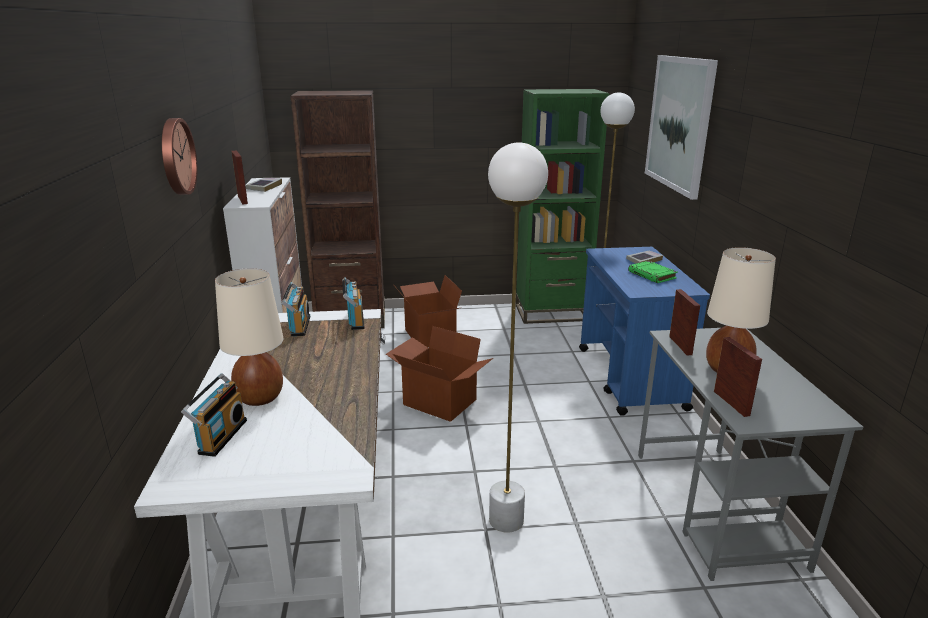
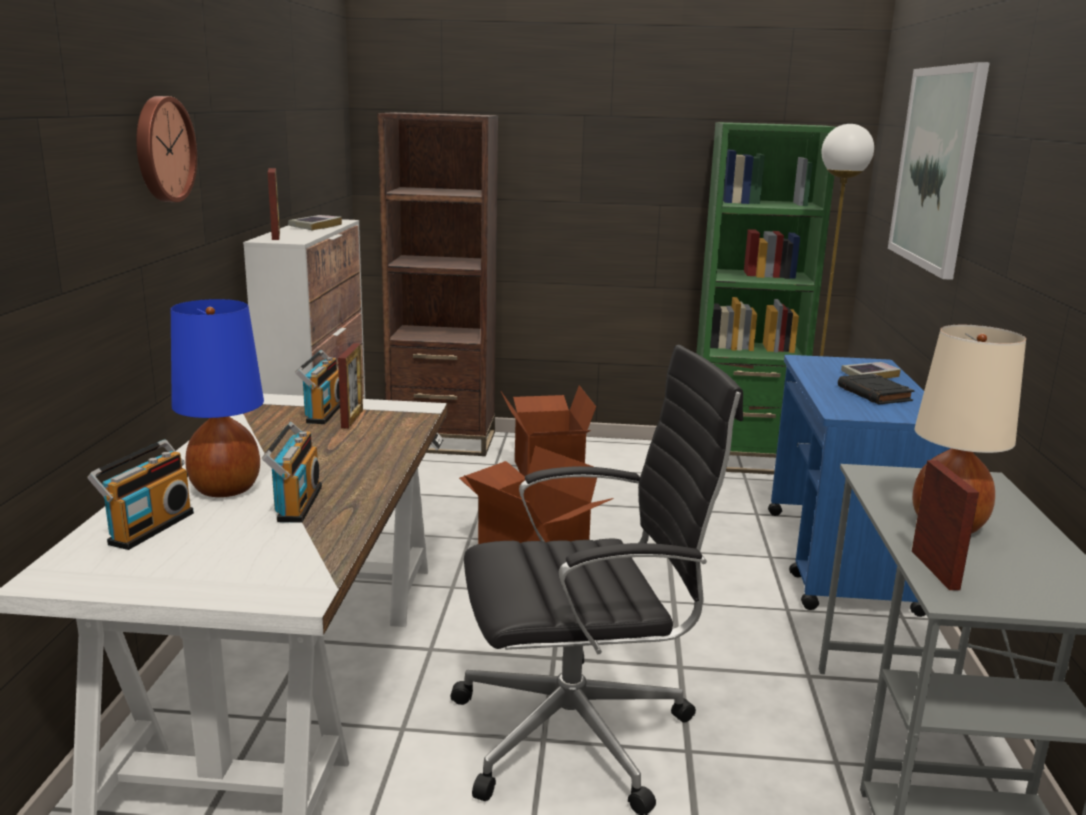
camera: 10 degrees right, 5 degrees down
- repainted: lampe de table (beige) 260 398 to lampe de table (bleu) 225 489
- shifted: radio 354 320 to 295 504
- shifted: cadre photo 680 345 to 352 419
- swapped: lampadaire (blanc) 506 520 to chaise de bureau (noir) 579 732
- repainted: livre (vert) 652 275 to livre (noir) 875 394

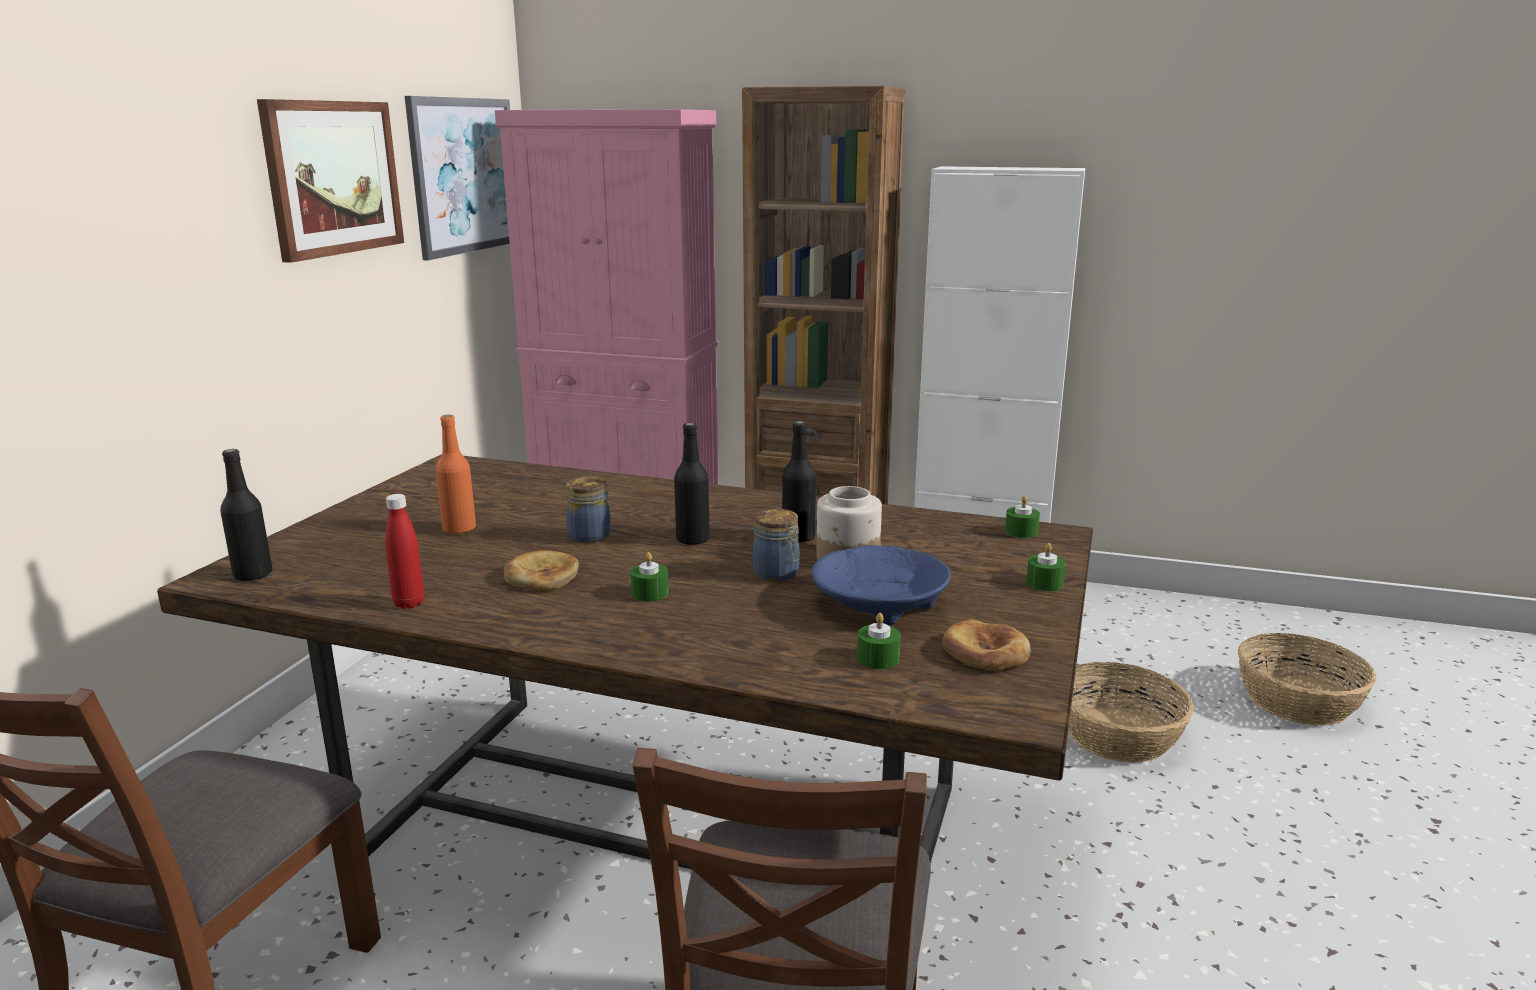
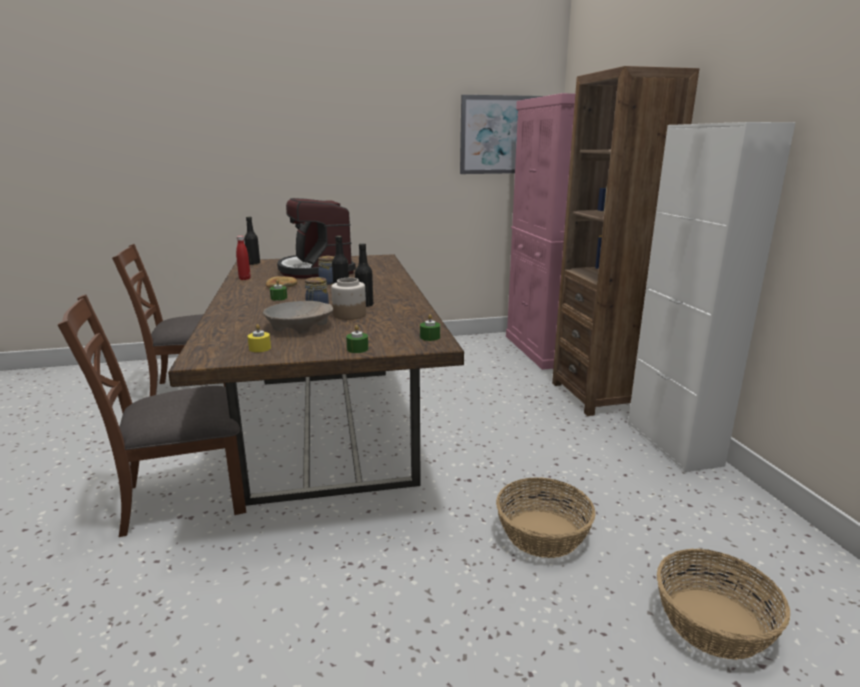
camera: 60 degrees right, 0 degrees up
- swapped: pain 985 652 to bougie (jaune) 260 348
- repainted: bol (bleu) 879 604 to bol (beige) 299 326
- swapped: bouteille (orange) 459 529 to machine à café 316 270
- gone: tableau 333 178
- gone: bougie (vert) 878 658

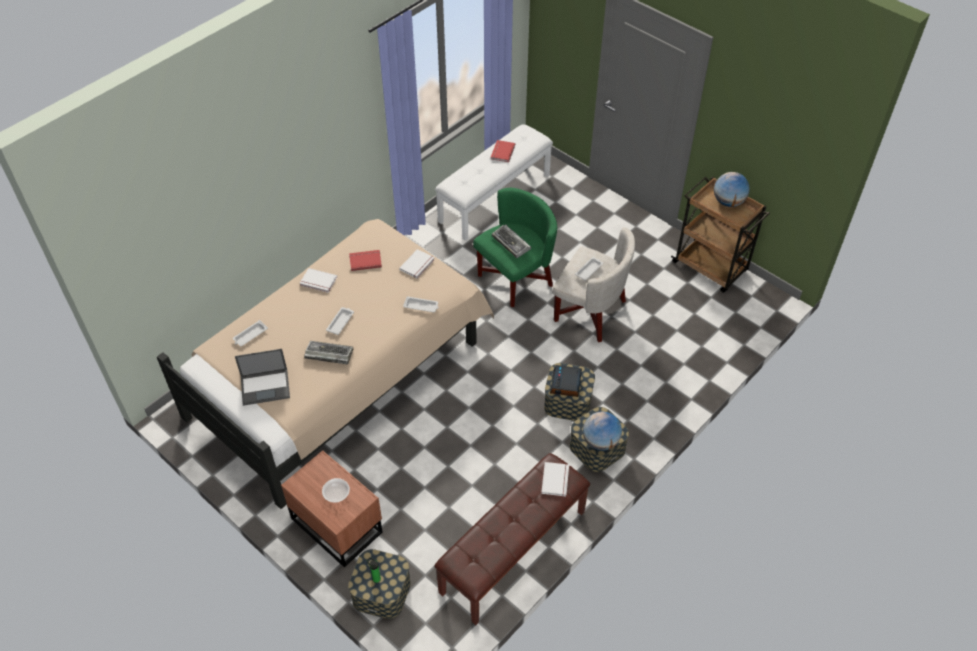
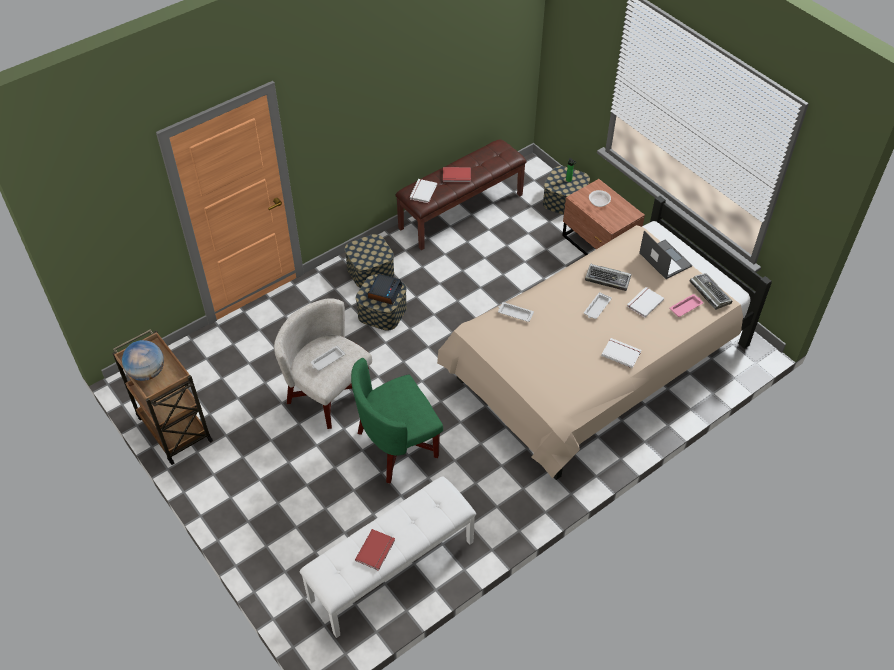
camera: 170 degrees left, 0 degrees up
- shifted: livre (rouge) 365 260 to 456 176
- shifted: livre (blanc) 418 265 to 644 303
- rotated: ordinateur portable 266 387 = 664 259 60 degrees clockwise
- repainted: plateau (blanc) 250 335 to plateau (rose) 686 307
- shifted: clavier 511 243 to 709 293
- gone: globe 600 442

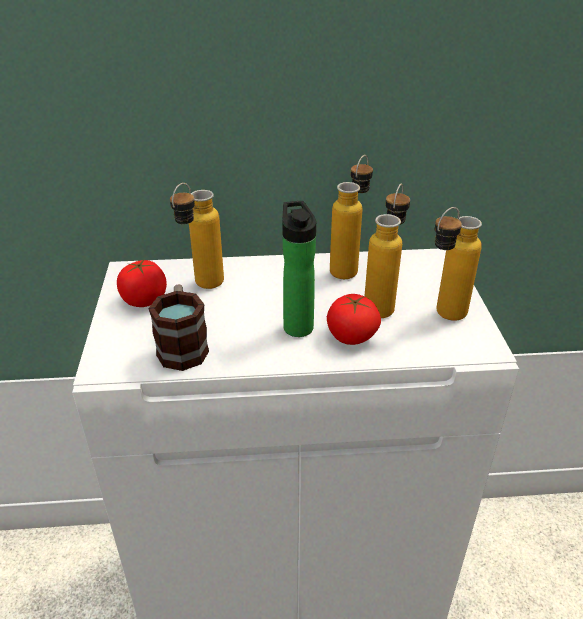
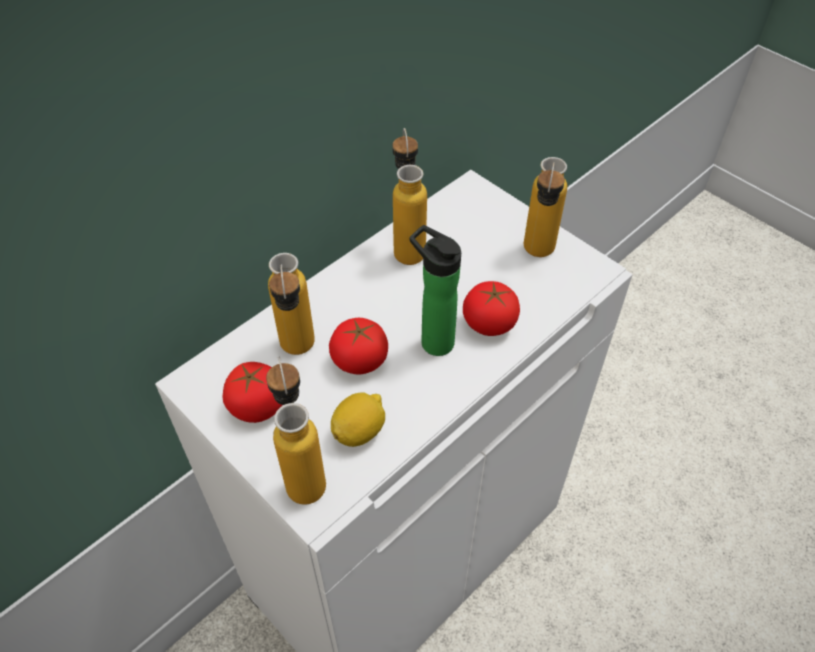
camera: 40 degrees left, 15 degrees up
- shifted: bouteille 382 303 to 303 473
- new: tomate 359 360
- swapped: mug 183 345 to citron 359 431

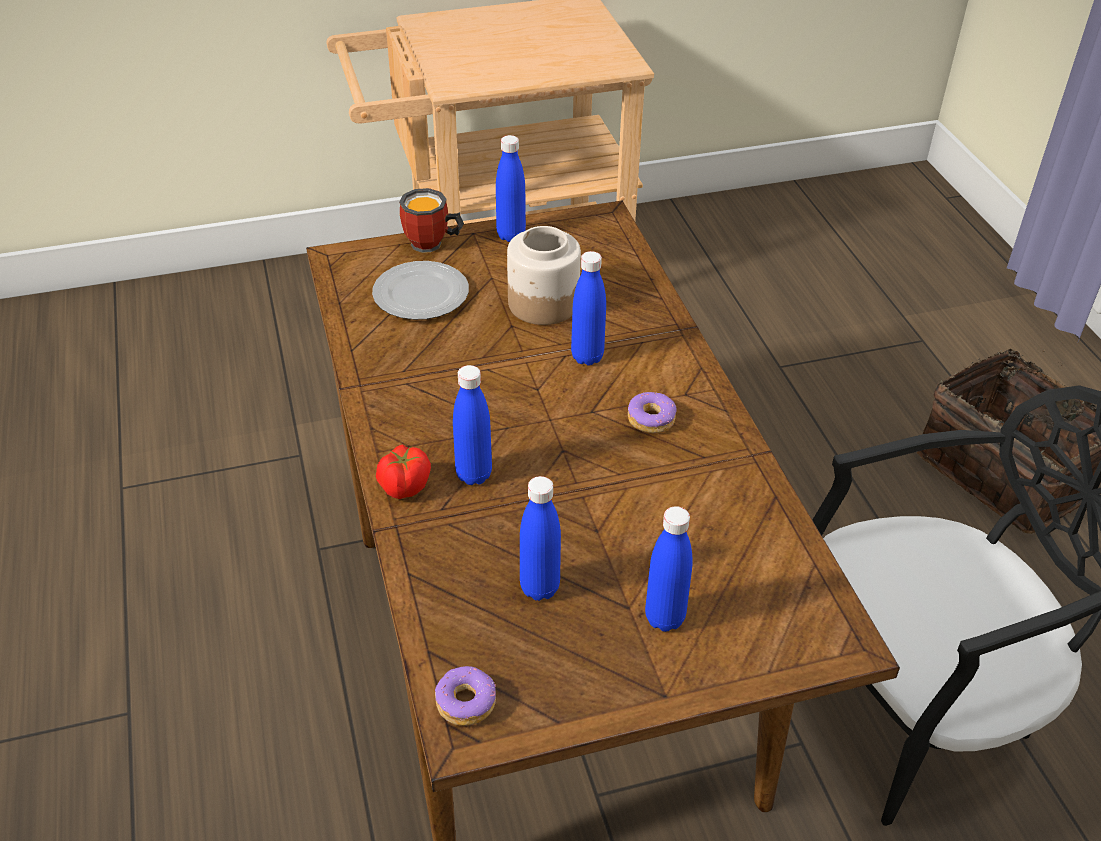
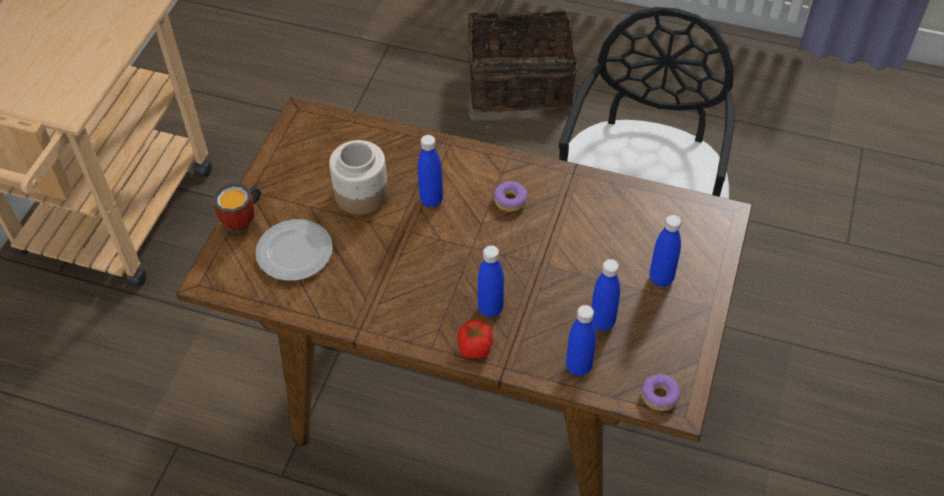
camera: 55 degrees left, 10 degrees up
- shifted: bouteille (bleu) 511 235 to 578 366

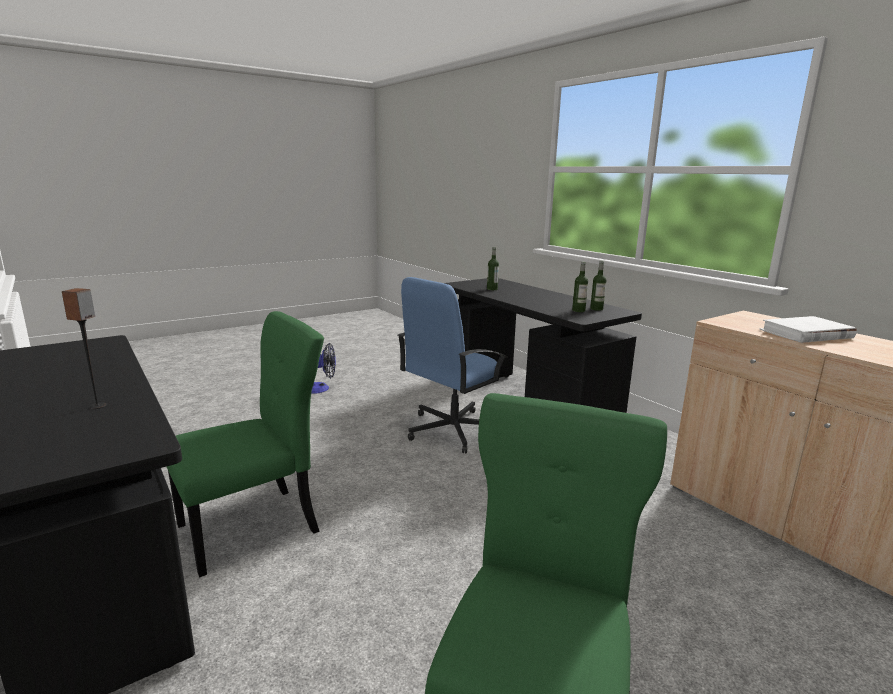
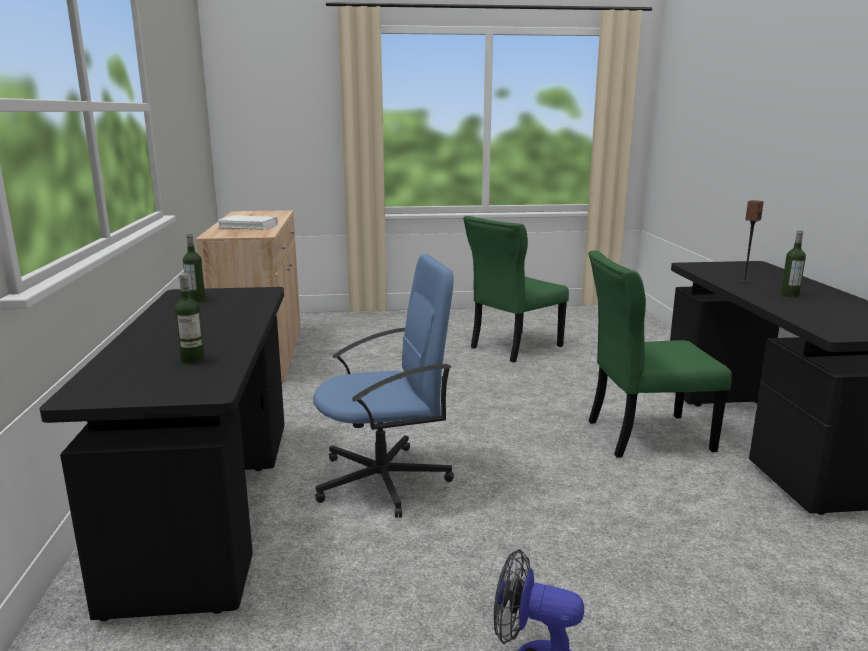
camera: 150 degrees left, 0 degrees up
- shifted: bouteille 578 310 to 789 295

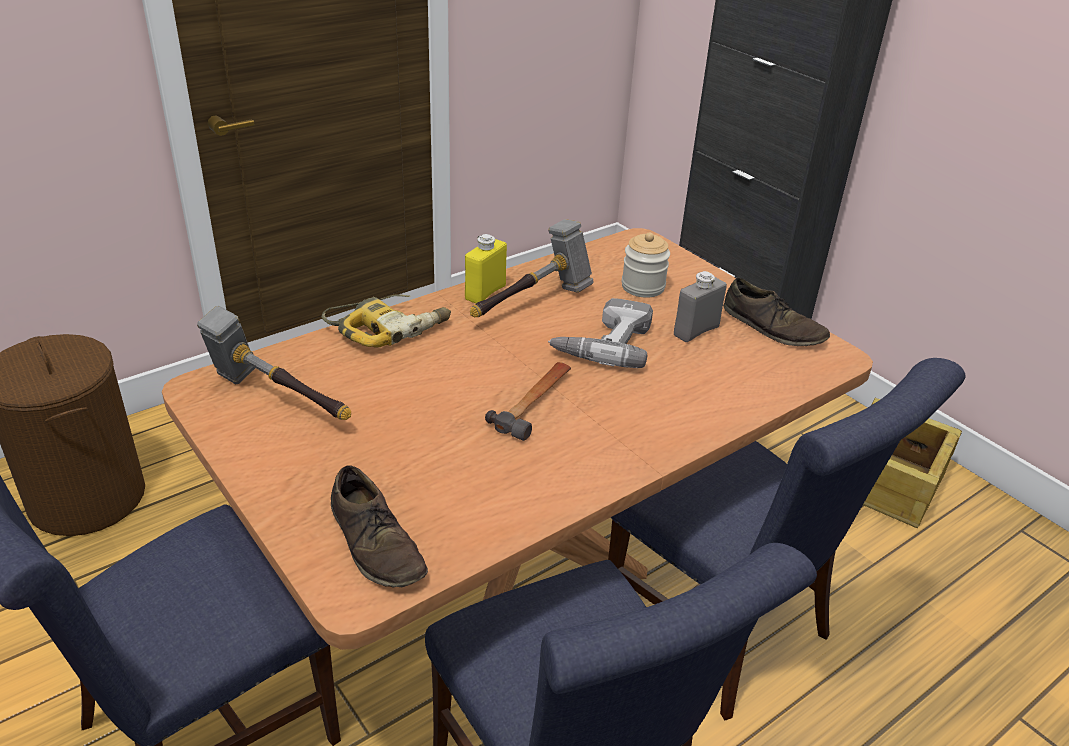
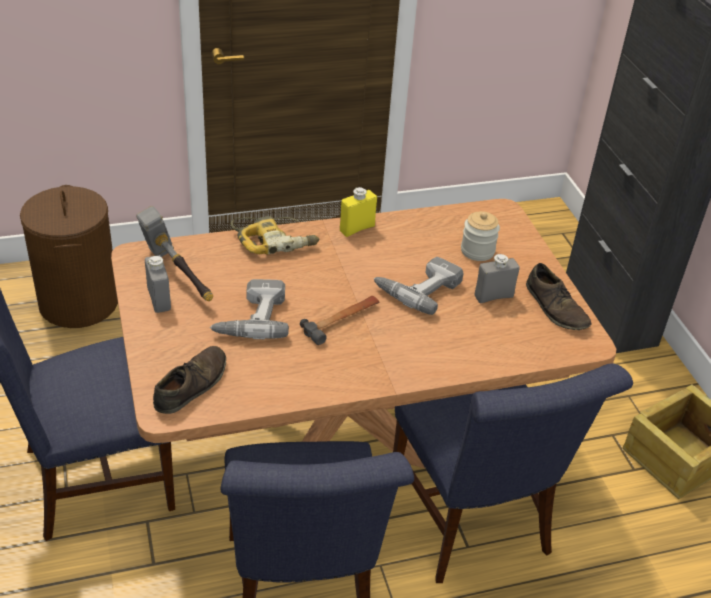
camera: 20 degrees right, 5 degrees up
- new: bouteille (gris) 159 299
- rotated: chaussure (marron) 376 543 = 191 385 135 degrees counterclockwise
- new: perceuse 251 317
- gone: marteau 533 304

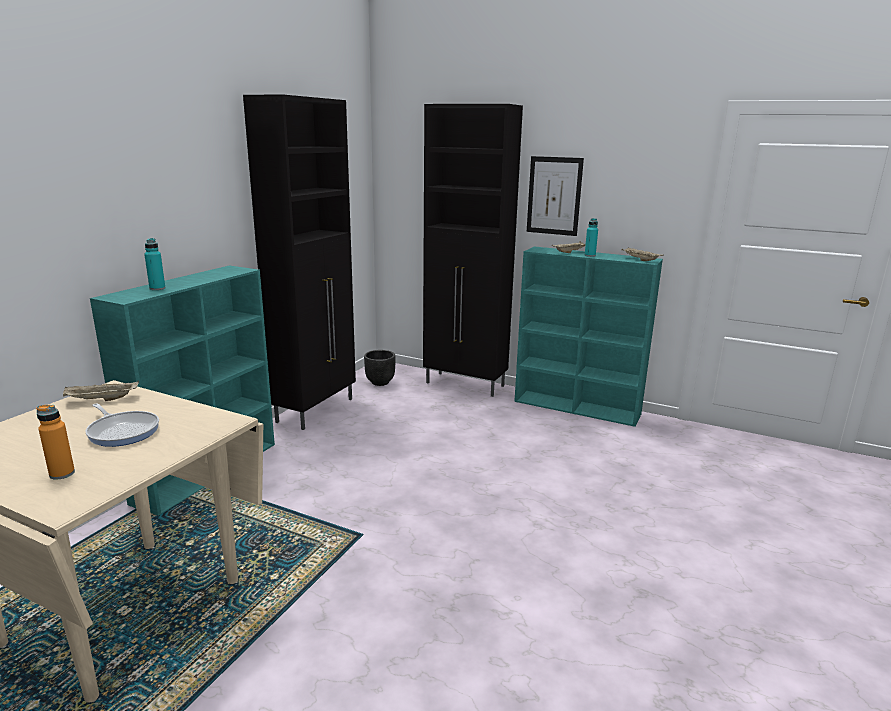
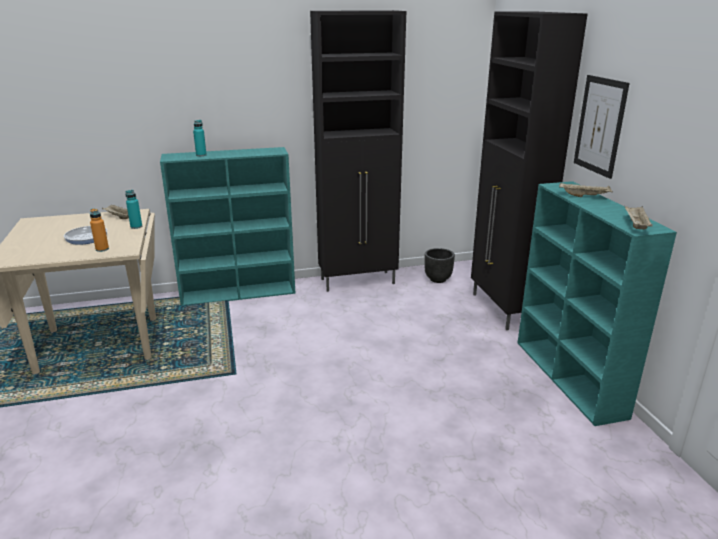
camera: 50 degrees right, 5 degrees up
- shifted: bouteille (orange) 62 474 to 102 249
- shifted: bouteille (turquoise) 590 255 to 136 227

